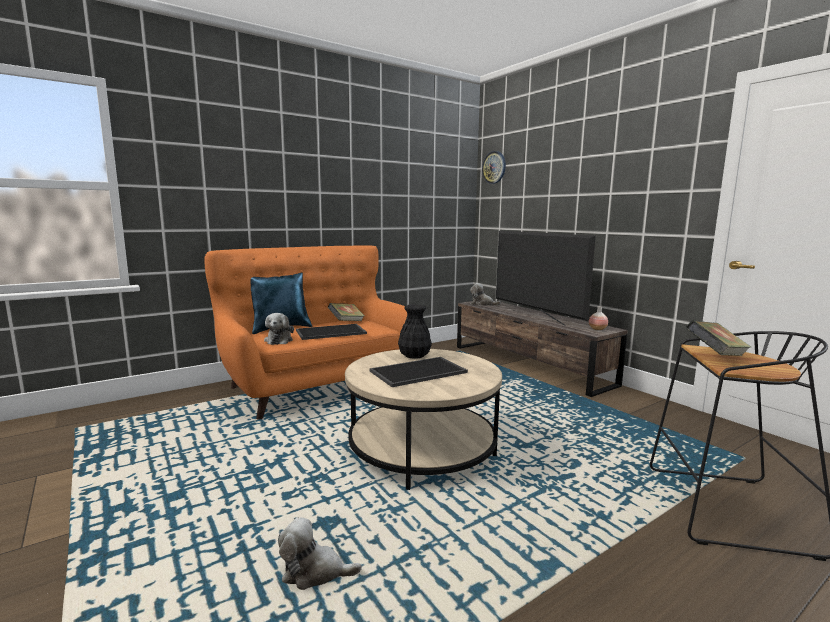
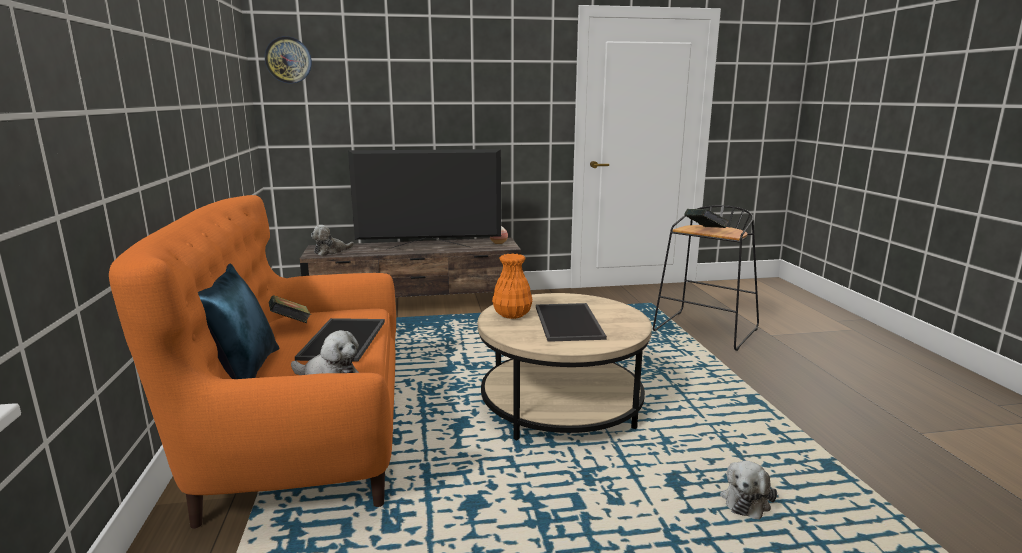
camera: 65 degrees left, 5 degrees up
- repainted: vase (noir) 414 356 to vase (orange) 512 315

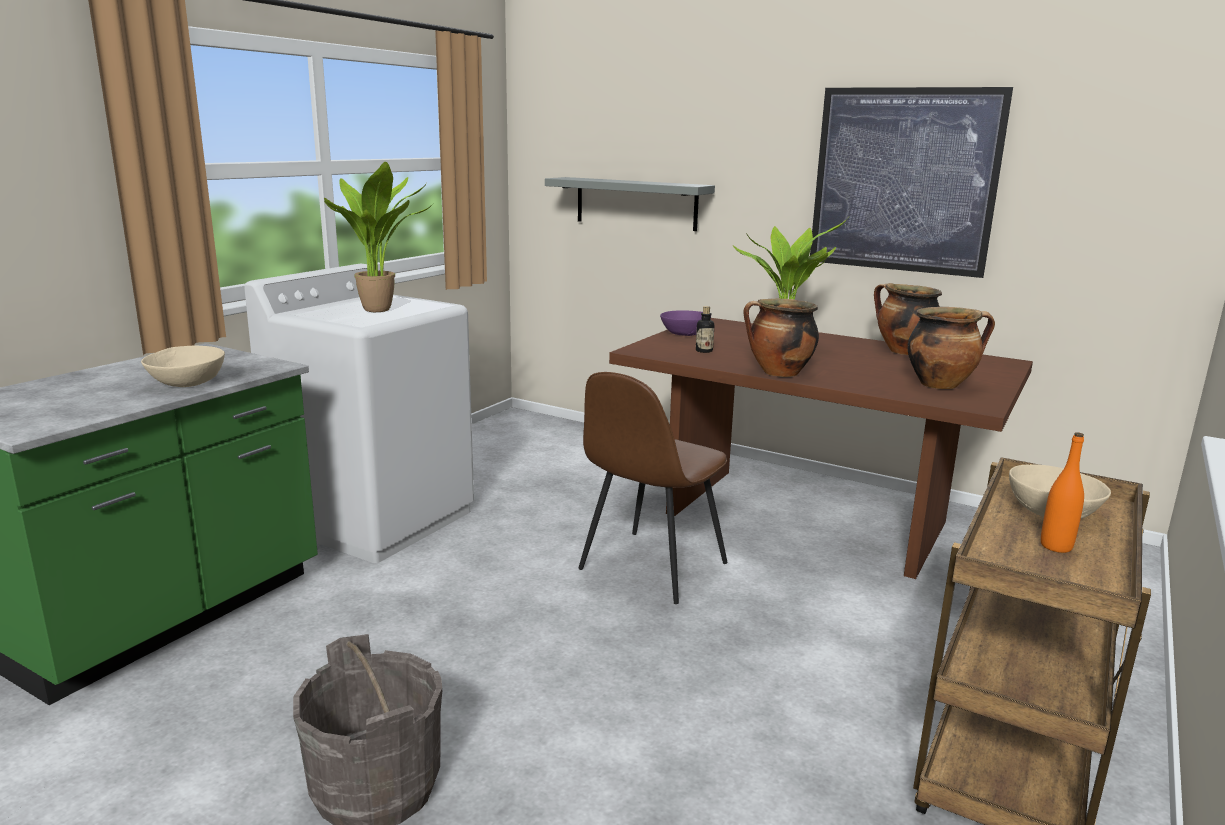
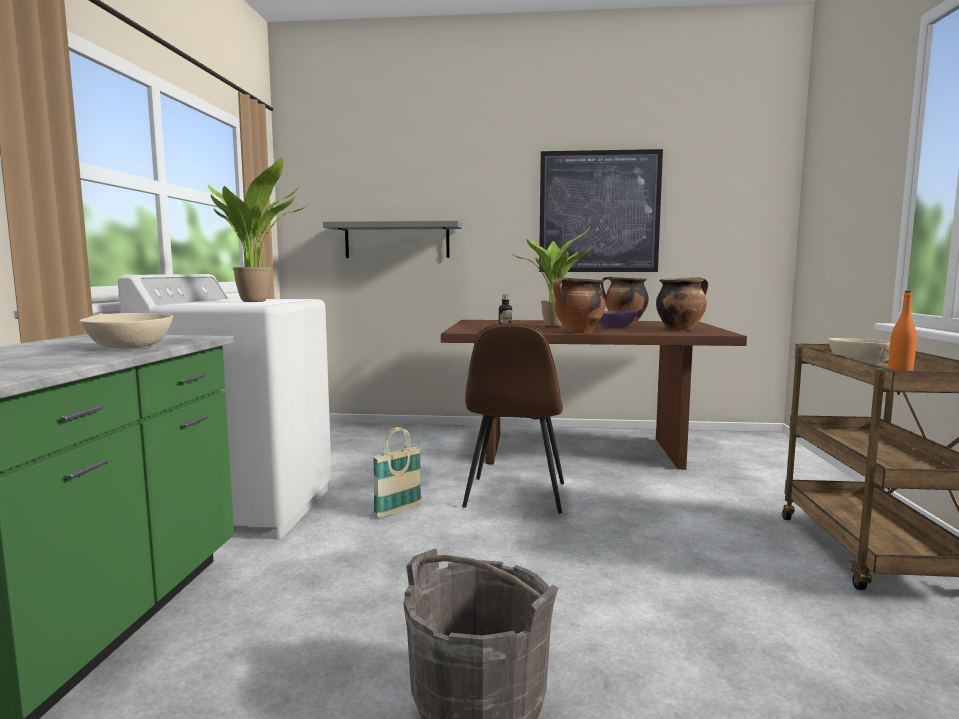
camera: 25 degrees left, 10 degrees down
- new: panier 398 510
- shifted: bol (violet) 684 334 to 614 327

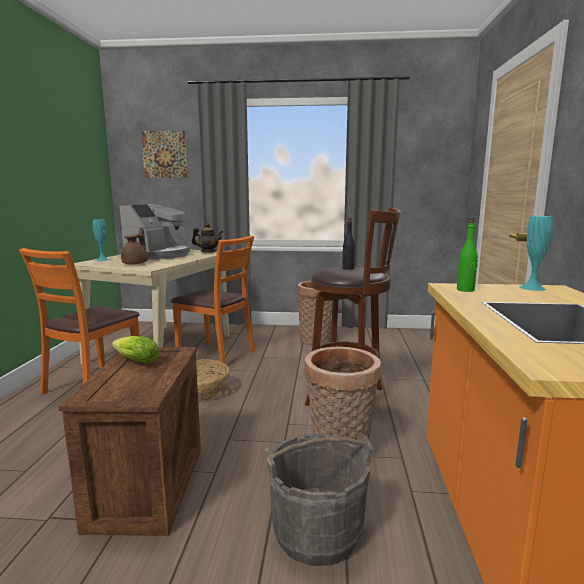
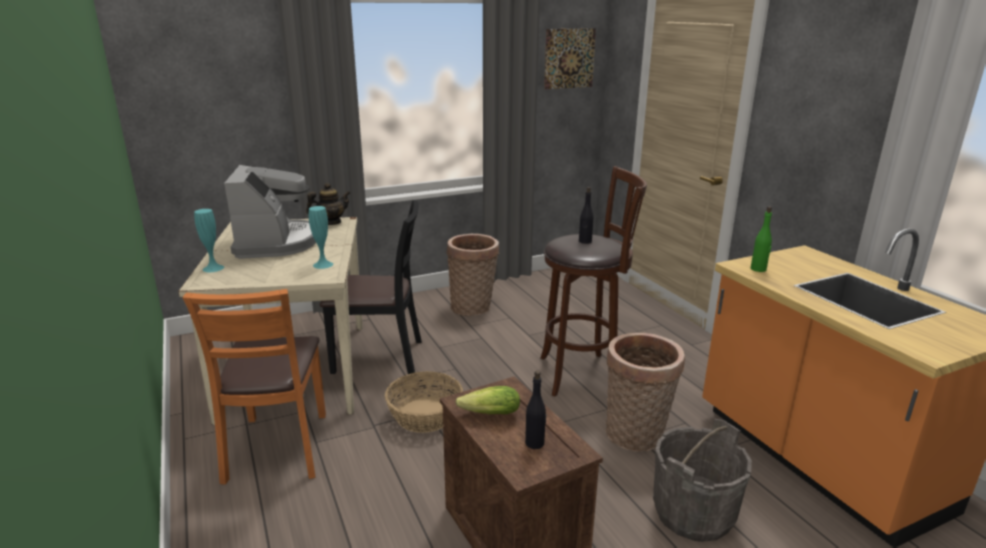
camera: 30 degrees left, 10 degrees up
- shifted: vase (turquoise) 532 288 to 323 265
- repainted: chaise (orange) 216 353 to chaise (noir) 379 357
- new: bouteille (noir) 535 443
- shifted: tableau 164 154 to 569 58
- gone: théière (marron) 136 263

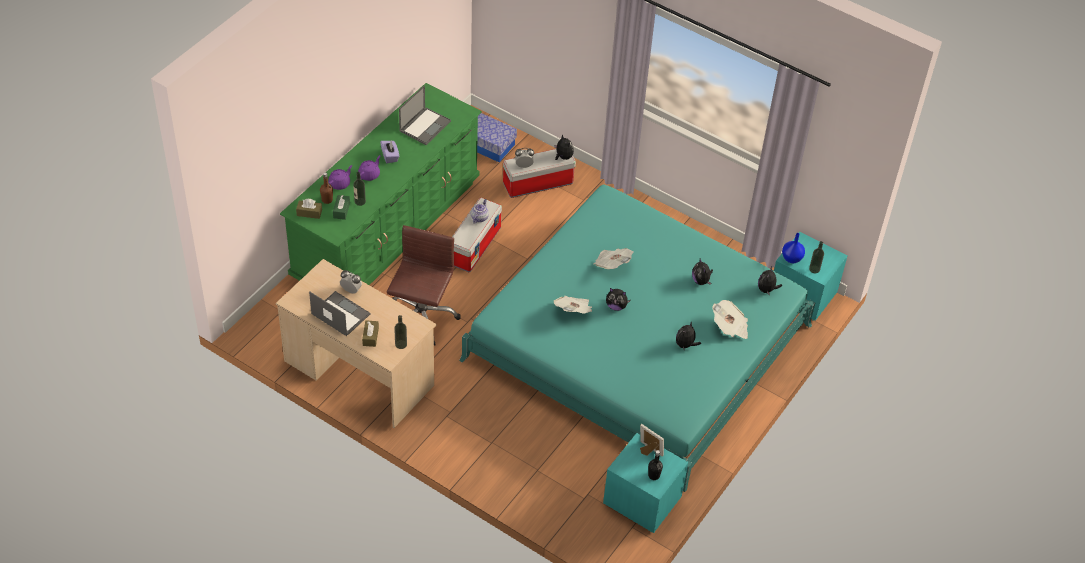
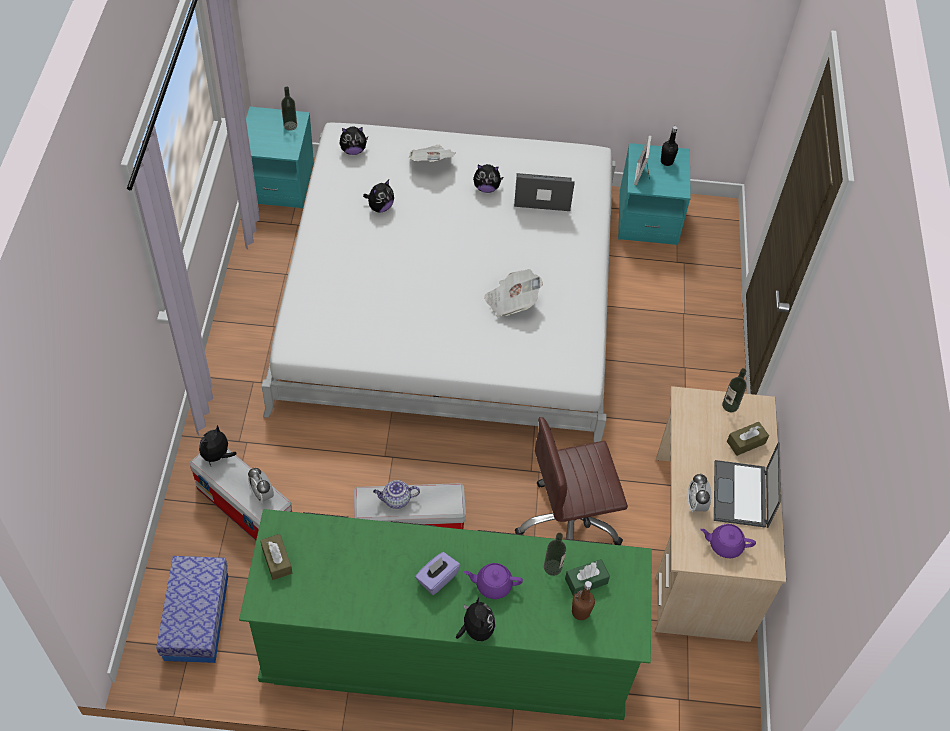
camera: 120 degrees left, 5 degrees up
- shifted: boîte à mouchoirs (marron) 309 213 to 277 560
- repainted: lit (turquoise) 637 342 to lit (blanc) 450 296
- shifted: peluche 616 306 to 476 630
- shifted: ordinateur portable 425 126 to 542 193
- shifted: théière (violet) 340 184 to 725 545
- gone: journal 612 264
- gone: vase (bleu) 792 259

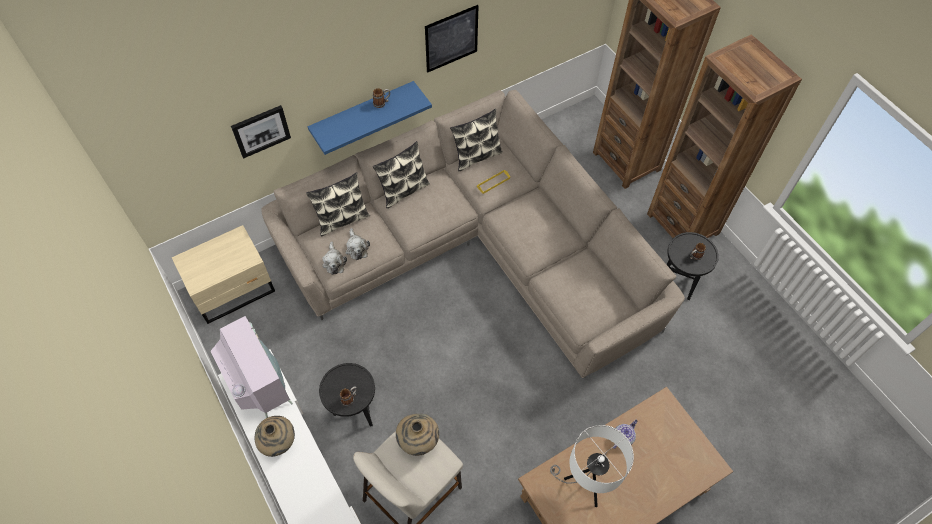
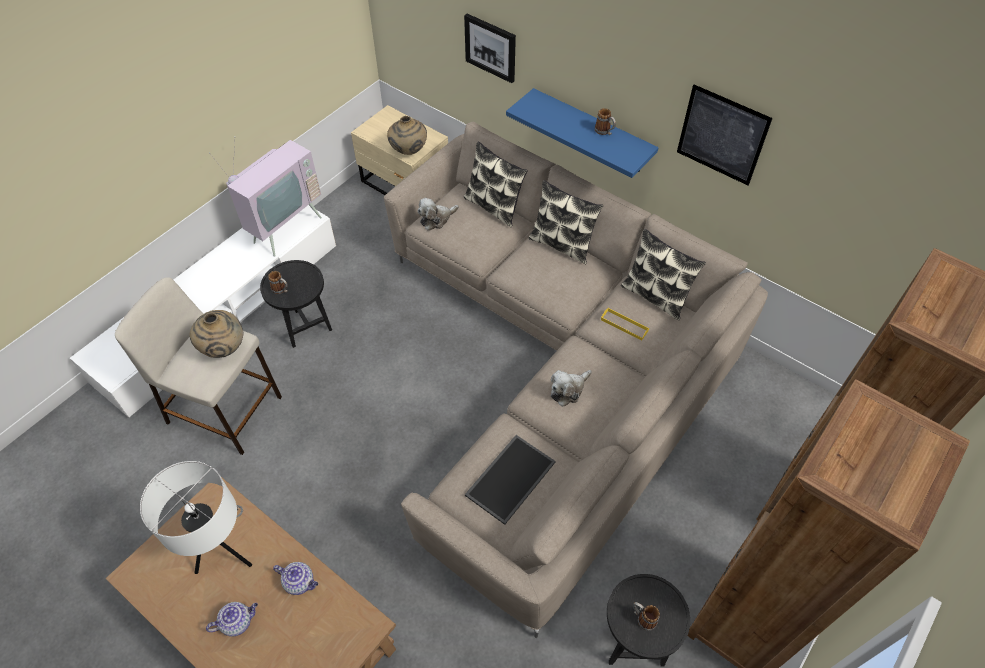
camera: 70 degrees right, 5 degrees down
- new: théière 238 622
- shifted: vase (beige) 279 443 to 409 152
- new: plateau 510 477
- shifted: peluche 356 248 to 568 390

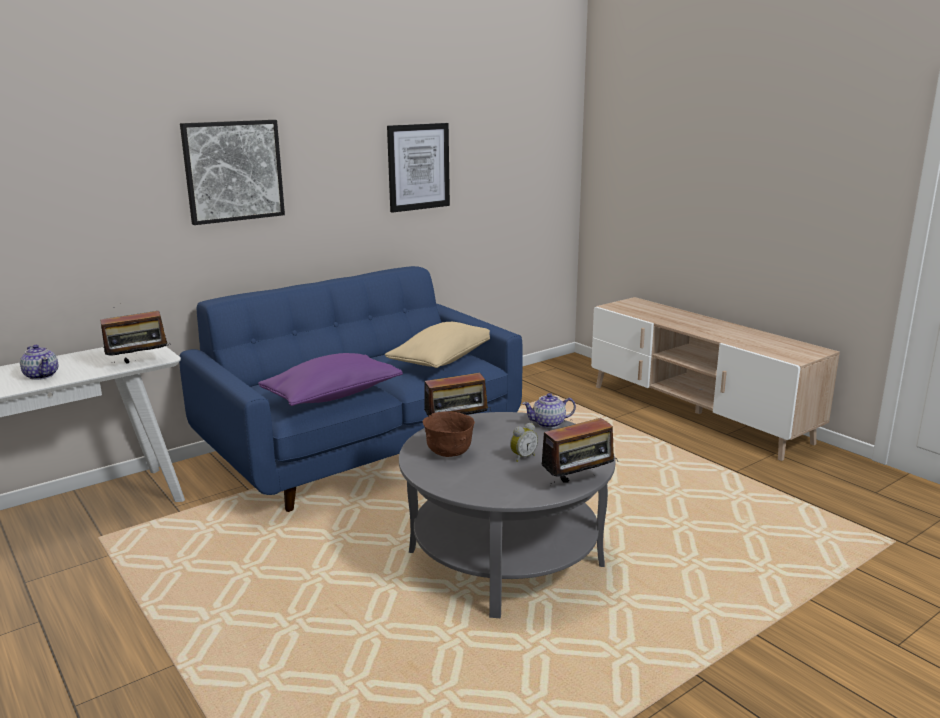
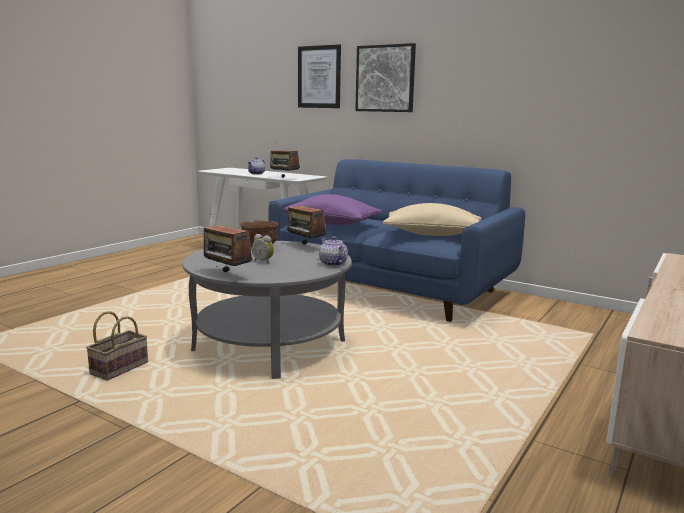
camera: 70 degrees right, 5 degrees down
- new: panier 120 368
- shifted: tableau 418 167 to 319 77

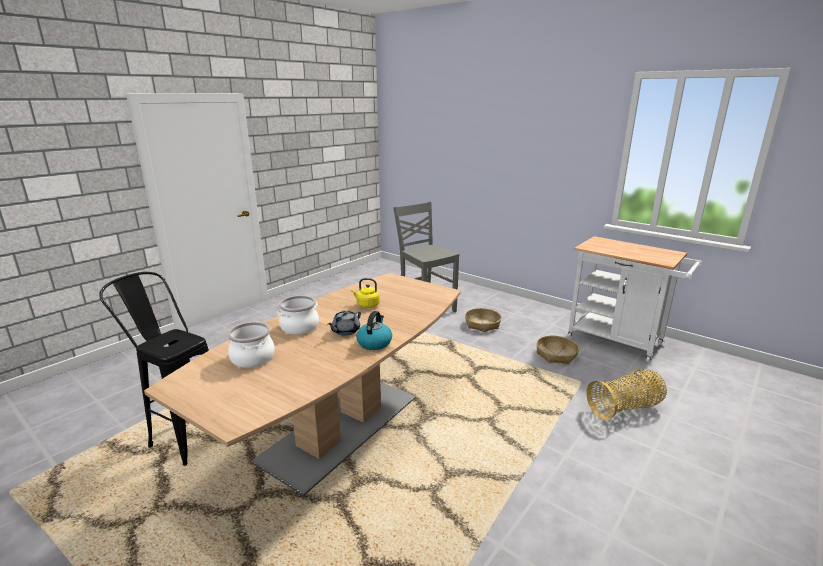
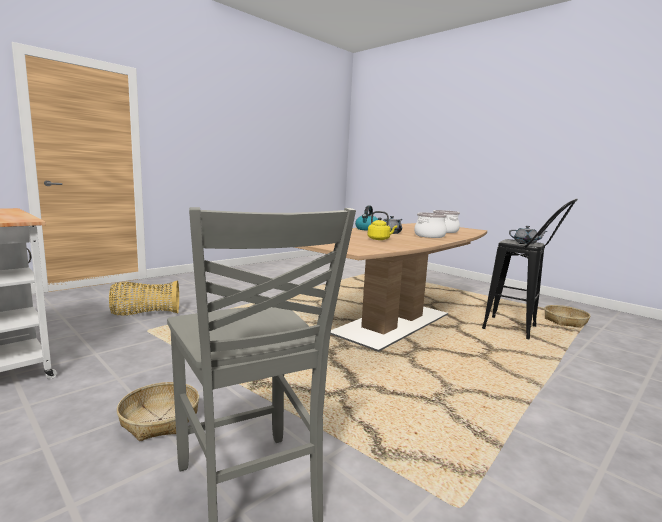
camera: 175 degrees left, 10 degrees down
- new: théière (gris) 526 242
- shifted: panier 556 355 to 565 321

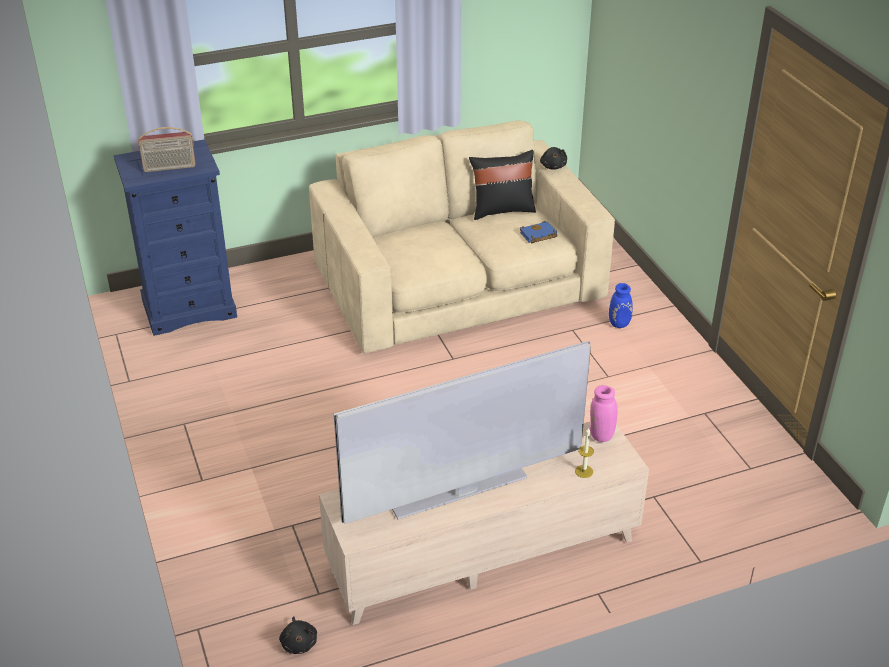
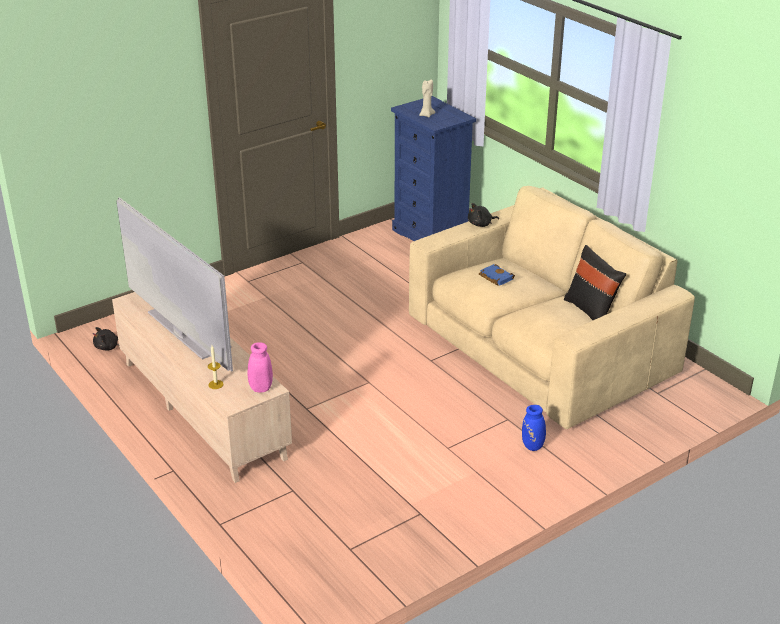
camera: 75 degrees right, 5 degrees down
- swapped: radio 169 168 to bougie (beige) 426 115
- shifted: peluche (noir) 553 166 to 481 224
- shifted: livre (bleu) 538 236 to 495 277

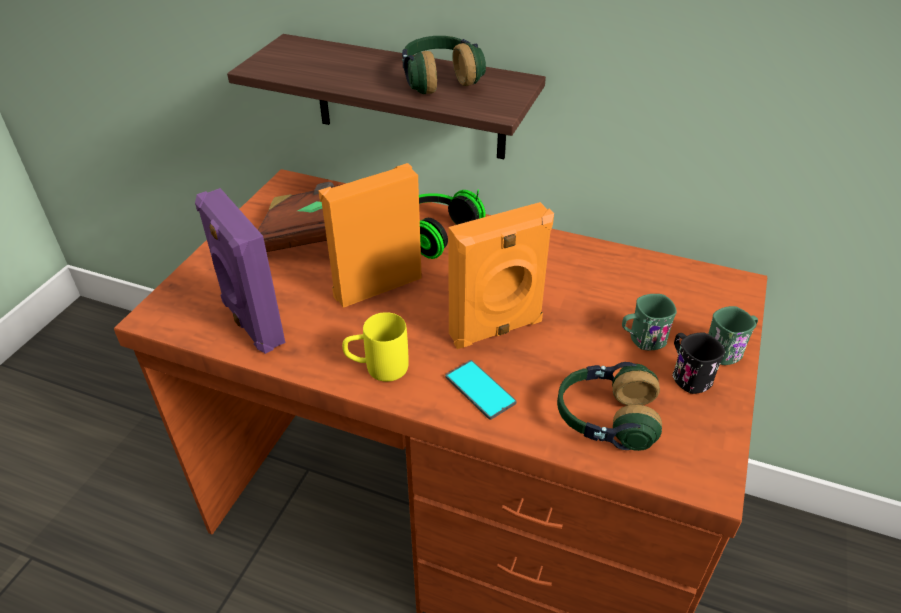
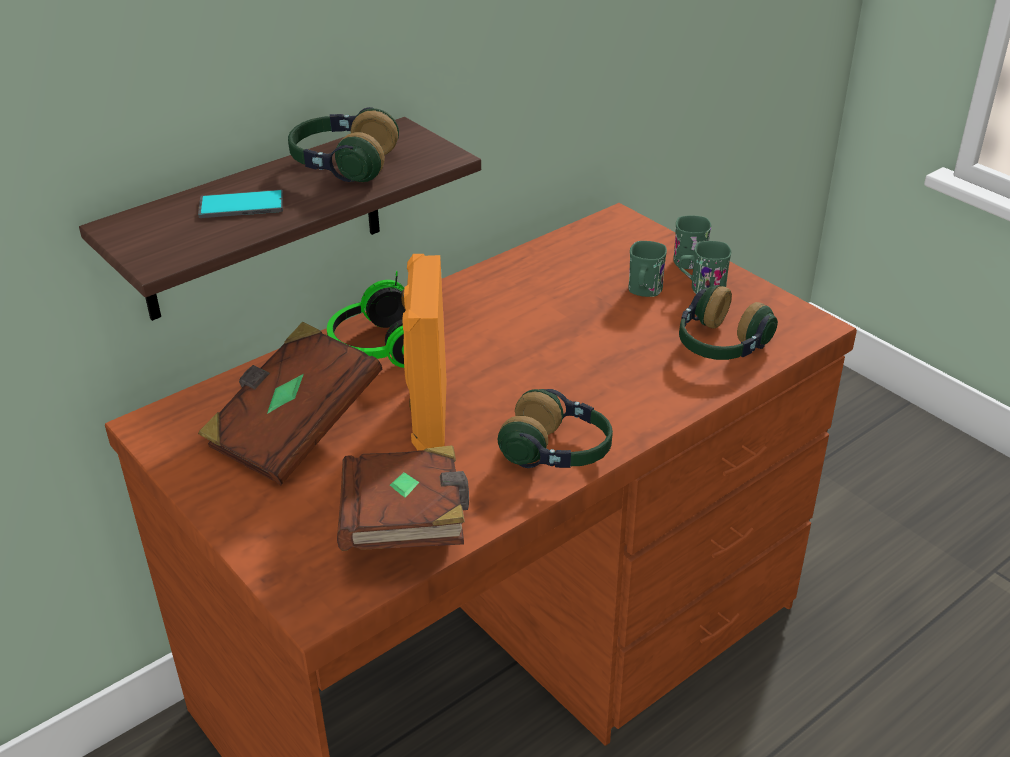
camera: 60 degrees left, 5 degrees down
- shifted: téléphone 480 390 to 241 205
- swapped: enceinte (violet) 251 323 to livre (marron) 407 524
- swapped: mug (jaune) 377 368 to casque audio 558 452
- repainted: mug (noir) 687 375 to mug (vert) 701 287
- gone: enceinte (orange) 497 330

